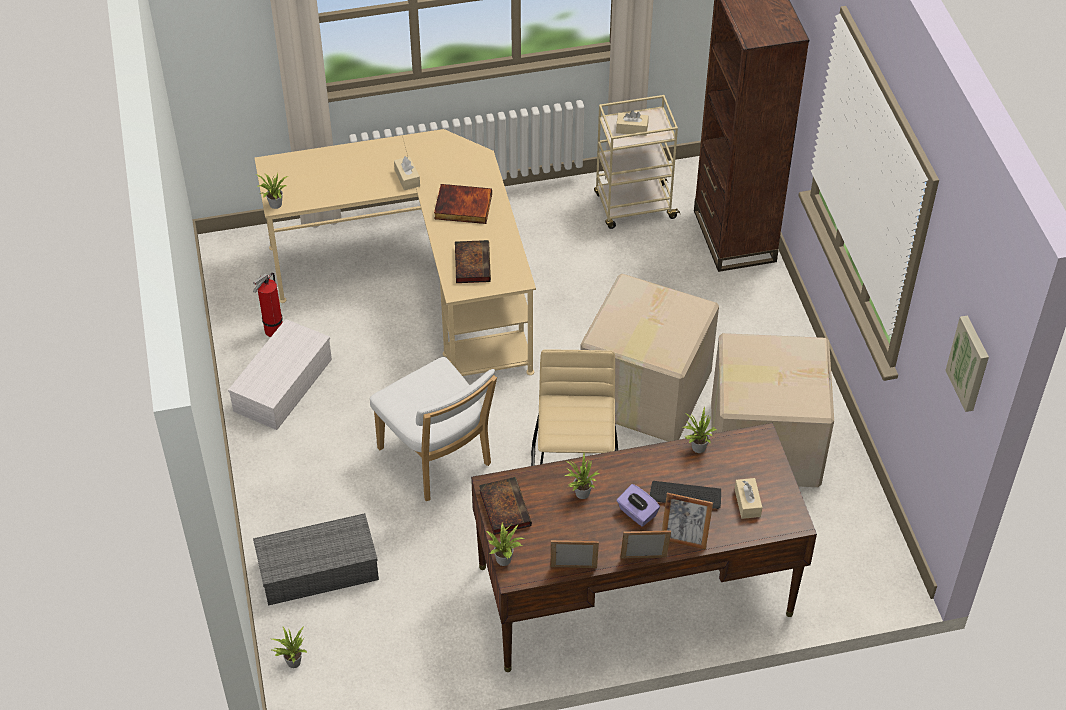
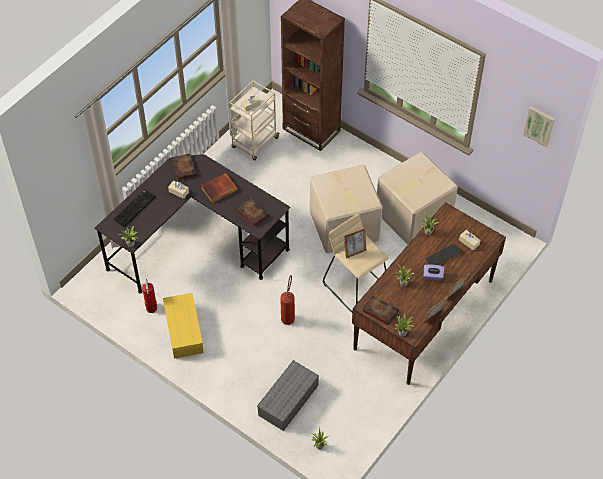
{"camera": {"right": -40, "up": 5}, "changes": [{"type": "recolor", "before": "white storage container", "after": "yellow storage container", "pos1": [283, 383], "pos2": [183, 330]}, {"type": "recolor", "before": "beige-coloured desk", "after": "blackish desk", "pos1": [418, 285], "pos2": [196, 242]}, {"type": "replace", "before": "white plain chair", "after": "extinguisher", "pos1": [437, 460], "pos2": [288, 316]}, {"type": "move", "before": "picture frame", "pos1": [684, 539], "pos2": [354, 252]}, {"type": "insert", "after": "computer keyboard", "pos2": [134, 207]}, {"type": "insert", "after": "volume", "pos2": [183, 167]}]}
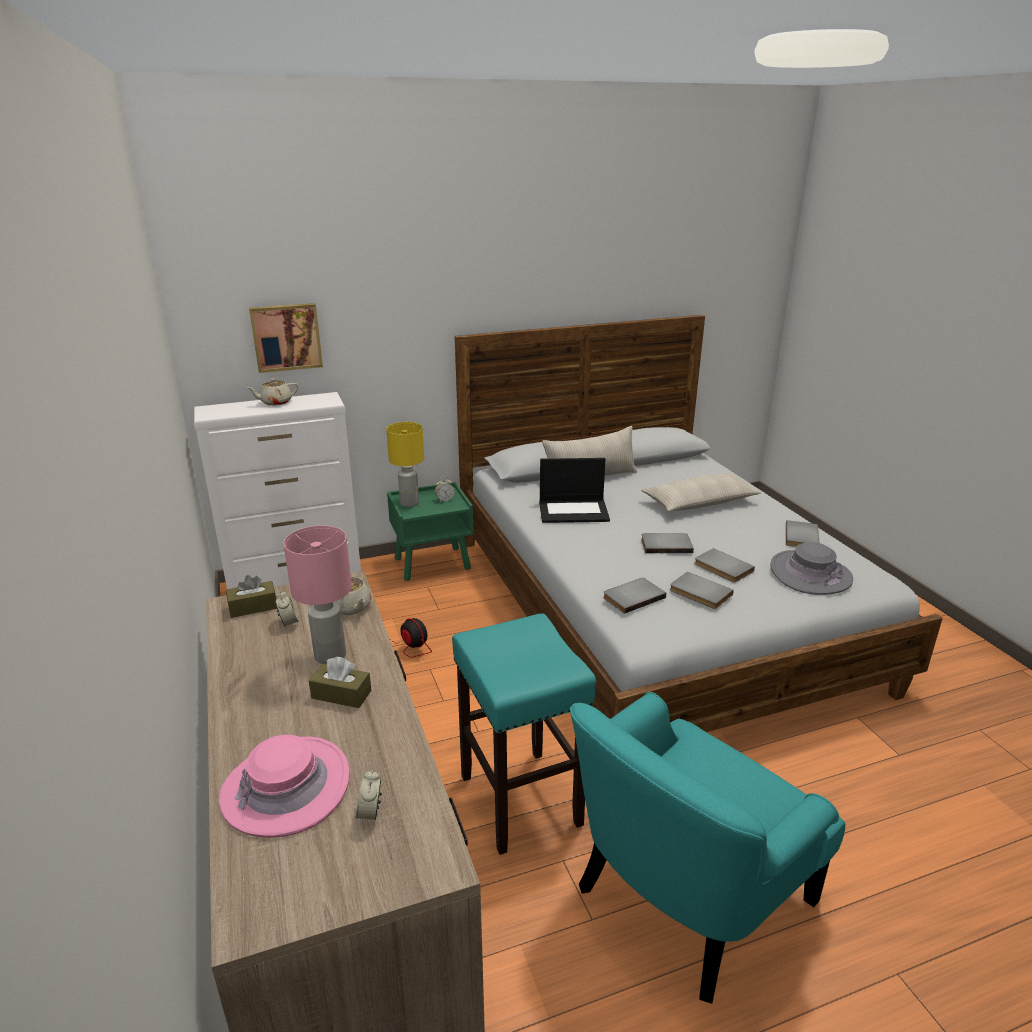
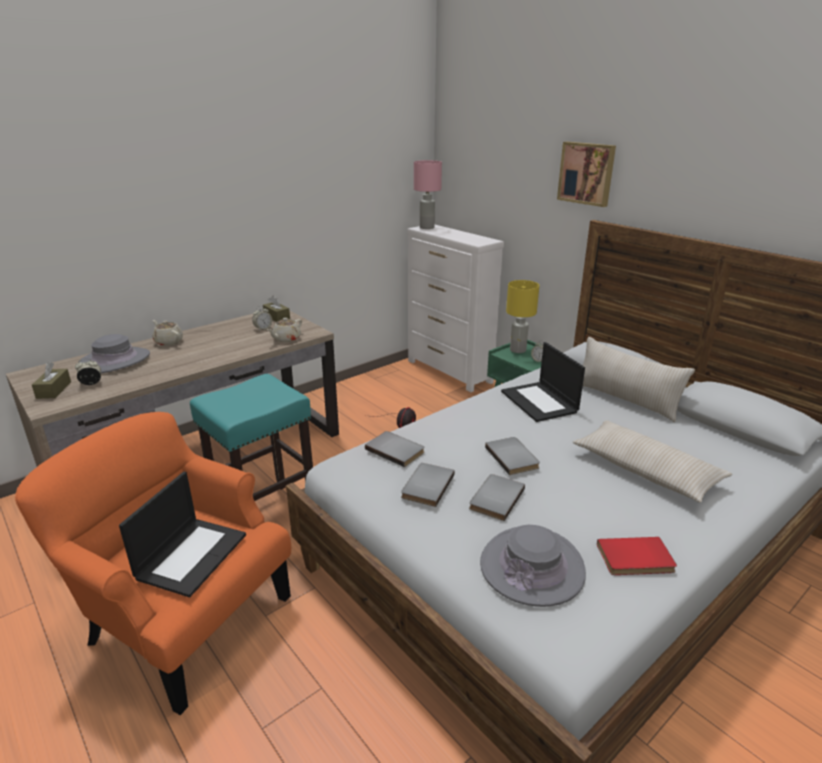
{"camera": {"right": 70, "up": 0}, "changes": [{"type": "recolor", "before": "pink-coloured hat", "after": "greyish hat", "pos1": [286, 787], "pos2": [115, 361]}, {"type": "move", "before": "beige-coloured teapot", "pos1": [275, 402], "pos2": [168, 342]}, {"type": "move", "before": "picture", "pos1": [286, 337], "pos2": [587, 173]}, {"type": "move", "before": "pink-coloured lamp for a table", "pos1": [330, 656], "pos2": [426, 227]}, {"type": "move", "before": "brown tissue holder", "pos1": [341, 694], "pos2": [54, 390]}, {"type": "recolor", "before": "blue-green armchair", "after": "orange-coloured armchair", "pos1": [687, 894], "pos2": [184, 620]}, {"type": "recolor", "before": "greyish volume", "after": "red-coloured volume", "pos1": [803, 537], "pos2": [636, 560]}, {"type": "insert", "after": "notebook computer", "pos2": [192, 555]}]}
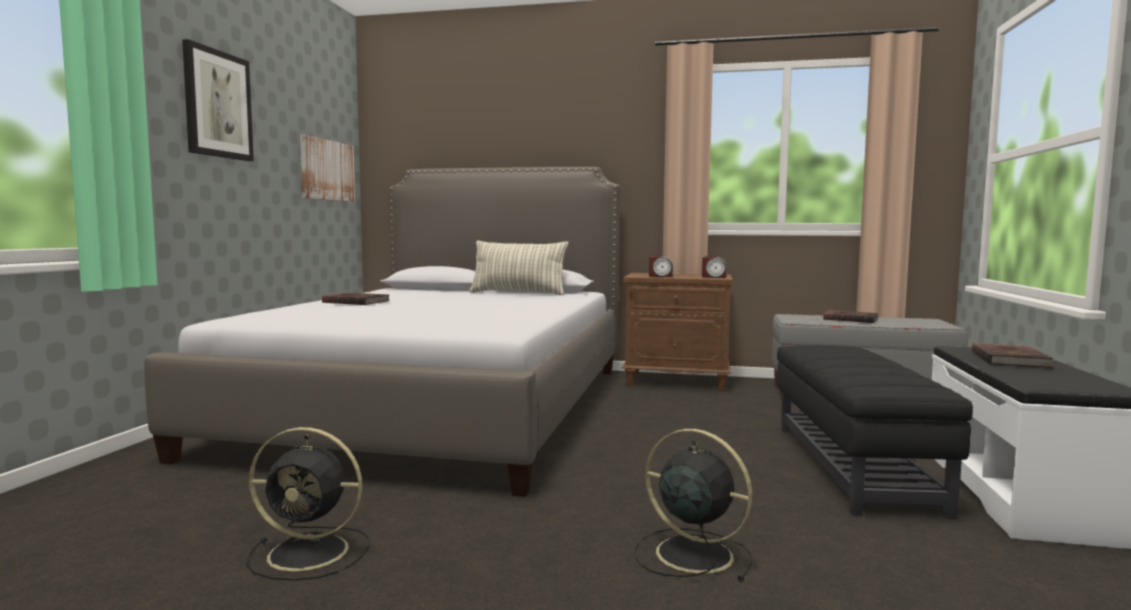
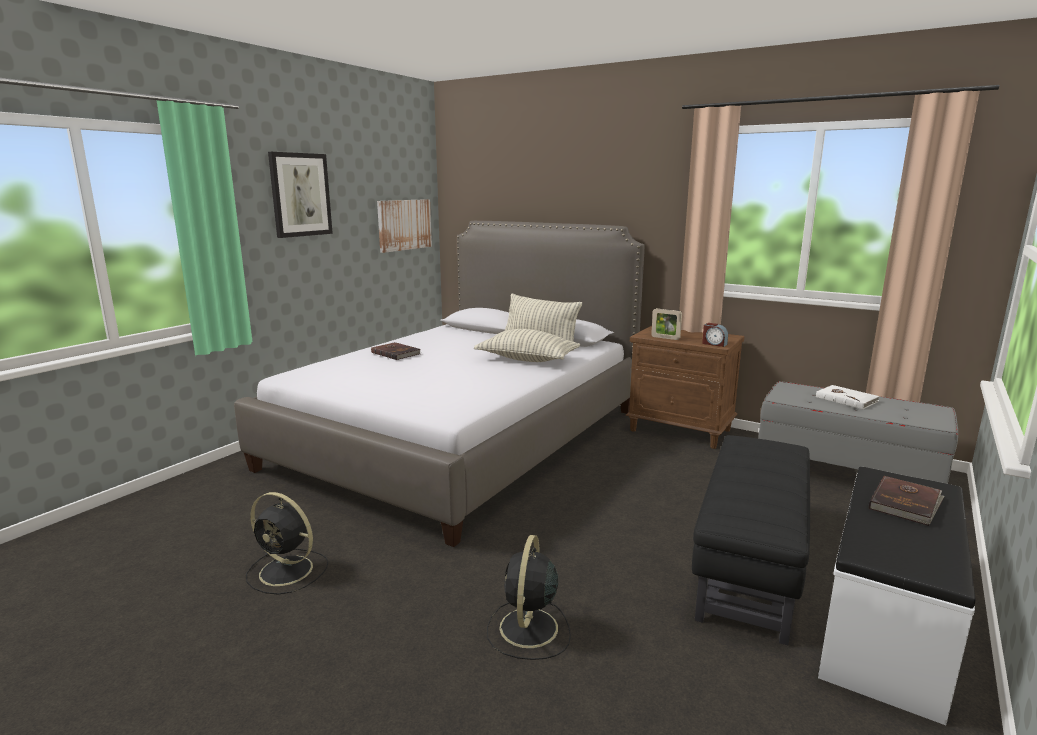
{"camera": {"right": 20, "up": 10}, "changes": [{"type": "rotate", "before": "blackish fan", "pos1": [690, 553], "pos2": [528, 630], "turn": -135}, {"type": "replace", "before": "table clock", "after": "picture frame", "pos1": [660, 276], "pos2": [665, 338]}, {"type": "recolor", "before": "brown volume", "after": "white volume", "pos1": [850, 319], "pos2": [846, 399]}, {"type": "insert", "after": "cushion", "pos2": [527, 360]}]}
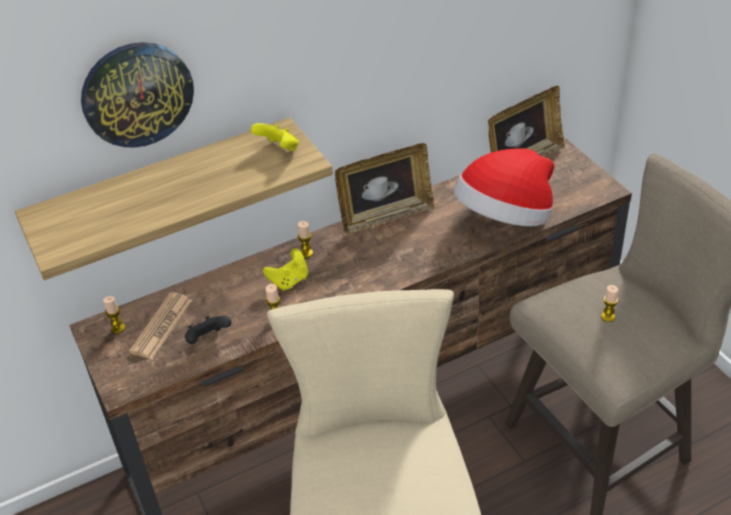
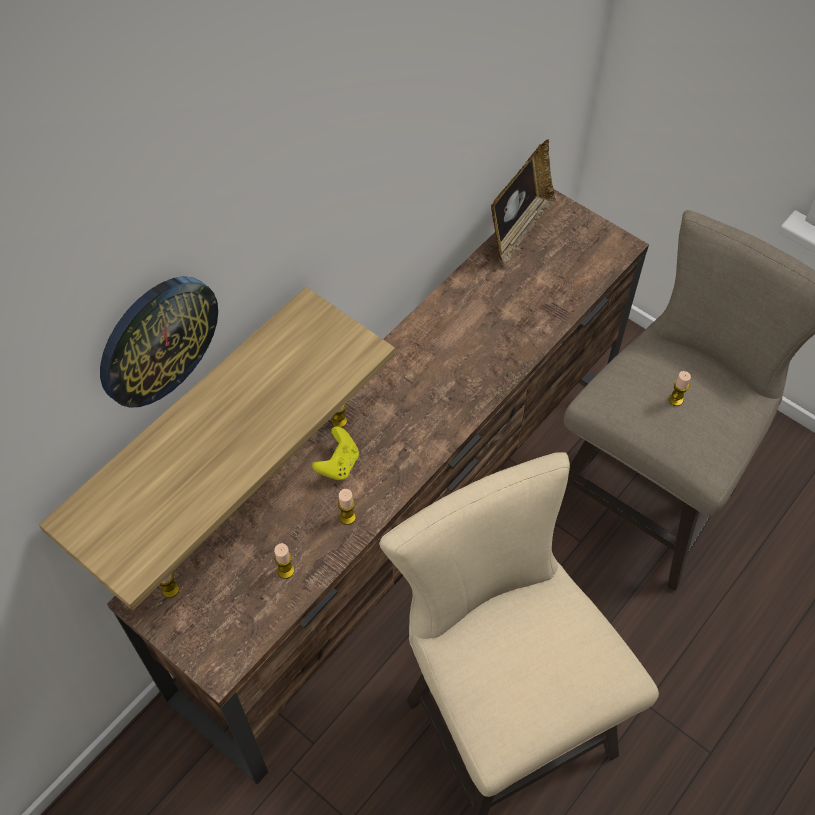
{"camera": {"right": -25, "up": 15}, "changes": [{"type": "delete", "before": "printed paper", "pos1": [161, 326]}, {"type": "replace", "before": "blackish gamepad", "after": "candle", "pos1": [208, 339], "pos2": [286, 571]}, {"type": "delete", "before": "yellow gamepad", "pos1": [279, 149]}, {"type": "delete", "before": "picture frame", "pos1": [385, 216]}, {"type": "delete", "before": "hat", "pos1": [505, 219]}]}
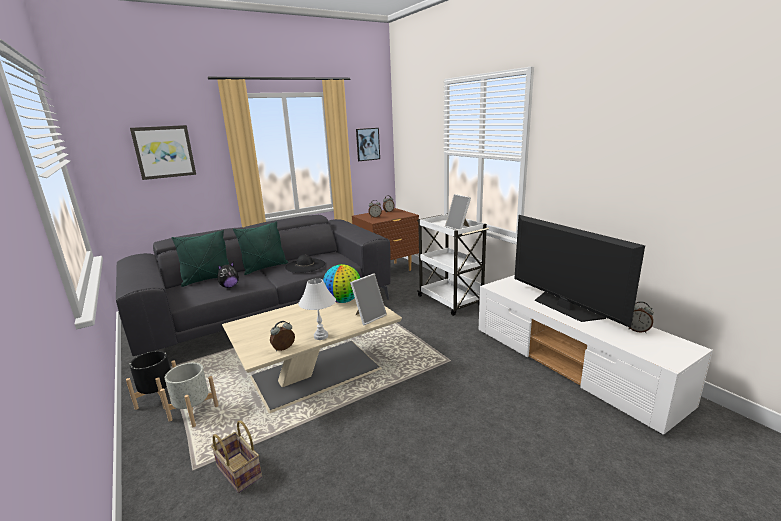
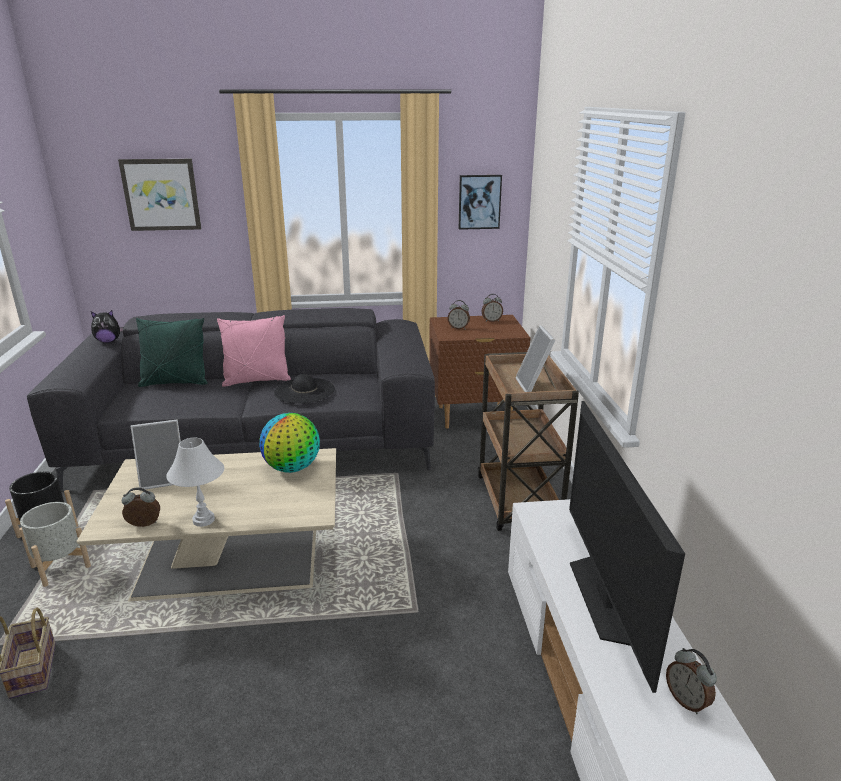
{"camera": {"right": 25, "up": 5}, "changes": [{"type": "move", "before": "cuddly toy", "pos1": [229, 286], "pos2": [108, 341]}, {"type": "recolor", "before": "green-coloured cushion", "after": "pink-coloured cushion", "pos1": [264, 268], "pos2": [257, 380]}, {"type": "move", "before": "picture frame", "pos1": [369, 317], "pos2": [164, 479]}, {"type": "recolor", "before": "white trolley", "after": "brown trolley", "pos1": [450, 301], "pos2": [518, 502]}]}
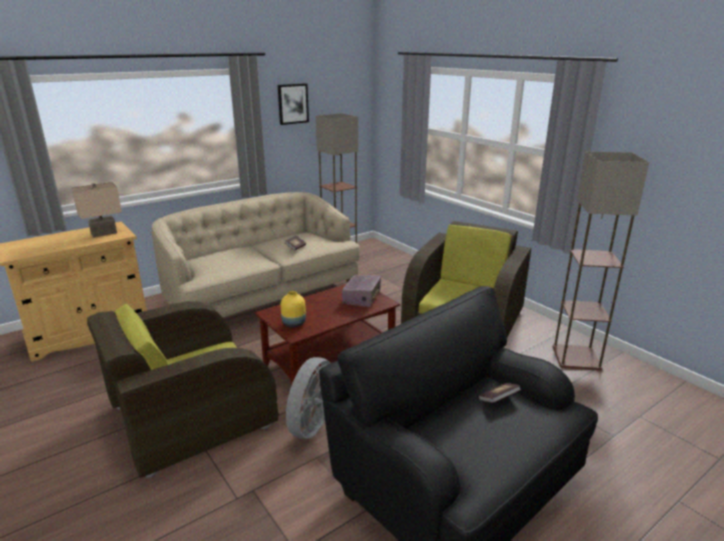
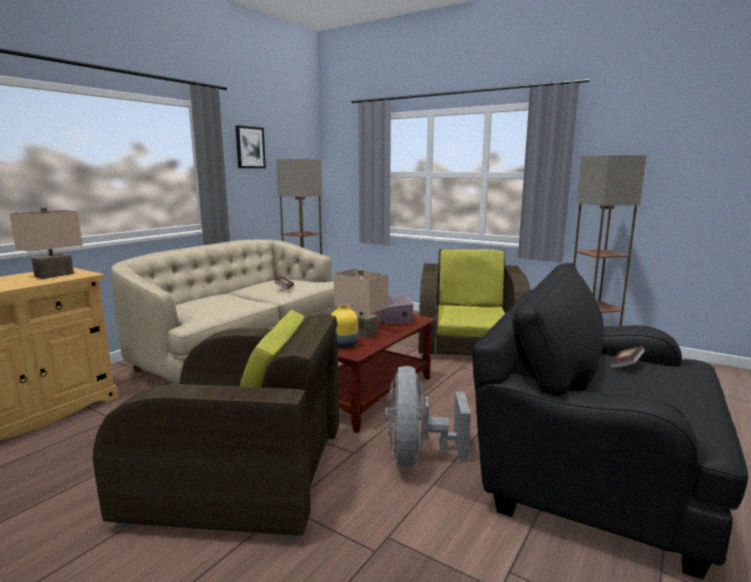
{"camera": {"right": -20, "up": -10}, "changes": [{"type": "rotate", "before": "brown armchair", "pos1": [190, 416], "pos2": [241, 478], "turn": -120}, {"type": "insert", "after": "beige-coloured lamp for a table", "pos2": [362, 332]}]}
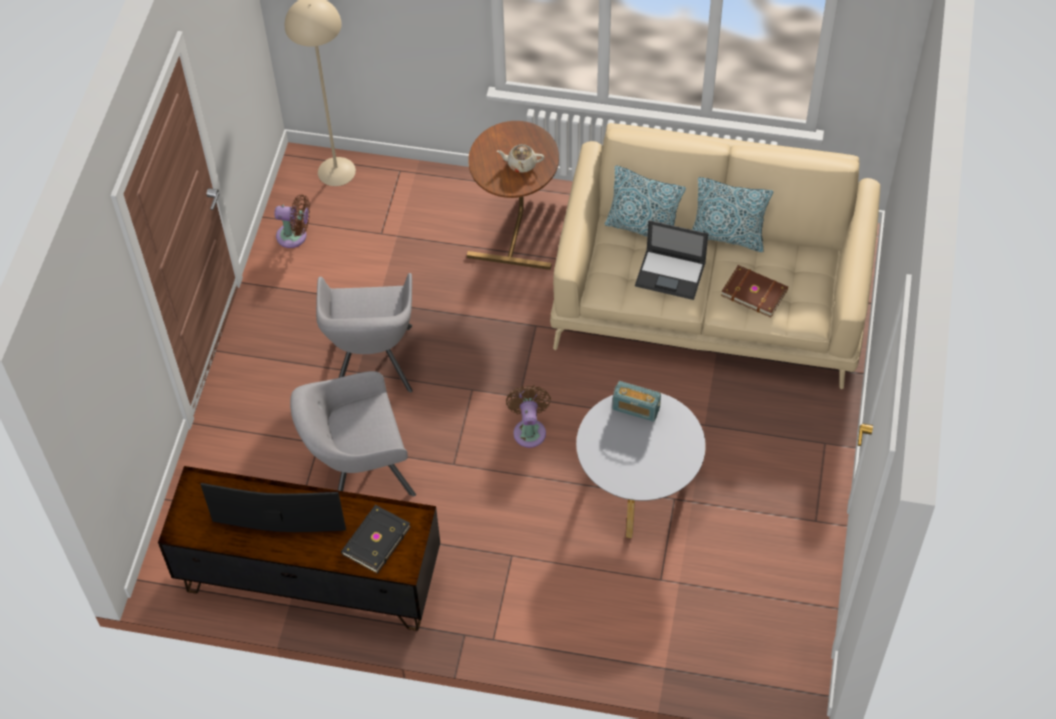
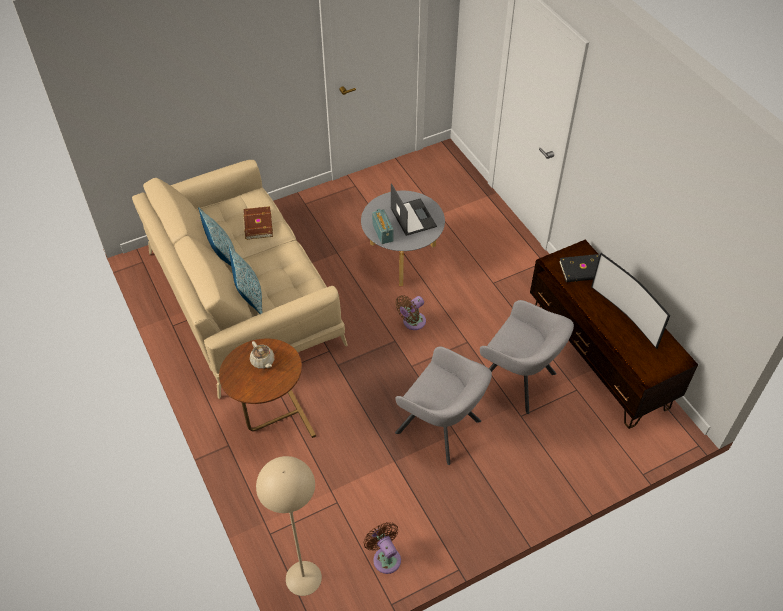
{"camera": {"right": -130, "up": -5}, "changes": [{"type": "rotate", "before": "greyish armchair", "pos1": [373, 364], "pos2": [442, 429], "turn": 75}, {"type": "move", "before": "notebook computer", "pos1": [671, 274], "pos2": [412, 217]}]}
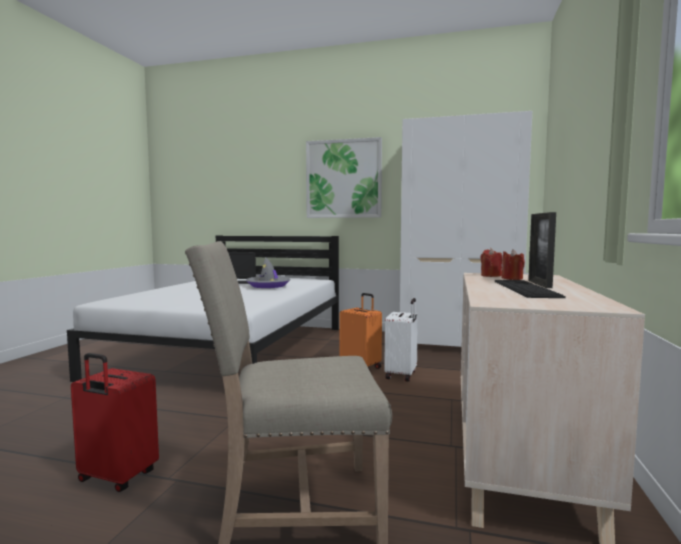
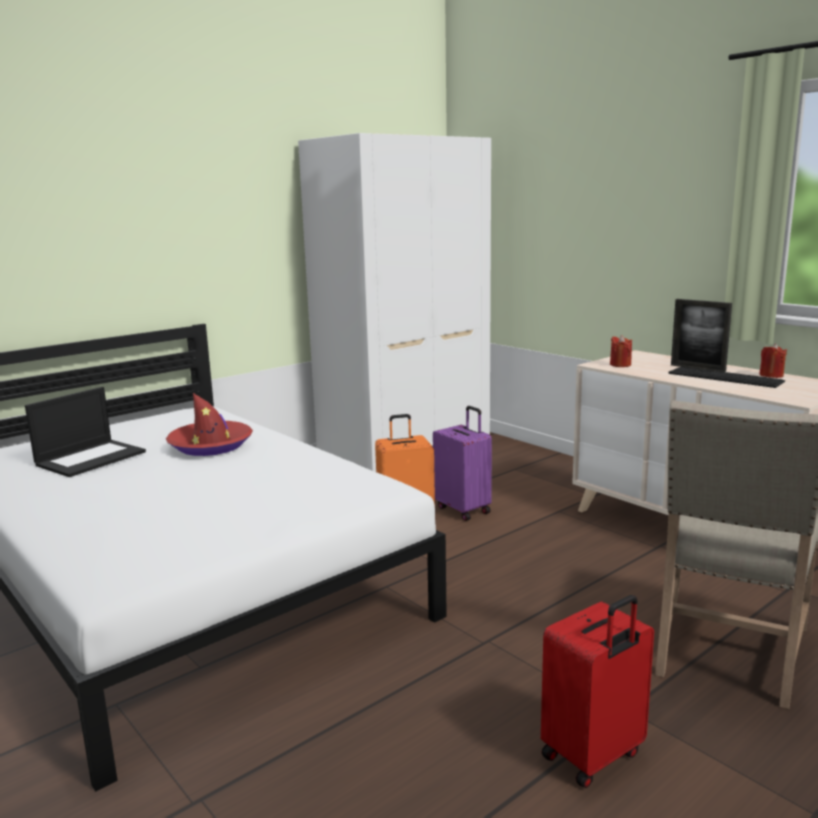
{"camera": {"right": -55, "up": 10}, "changes": [{"type": "recolor", "before": "greyish hat", "after": "red-coloured hat", "pos1": [268, 286], "pos2": [211, 445]}, {"type": "delete", "before": "picture", "pos1": [343, 179]}, {"type": "recolor", "before": "white travel case", "after": "purple travel case", "pos1": [402, 375], "pos2": [464, 509]}, {"type": "move", "before": "red-coloured candle", "pos1": [512, 278], "pos2": [771, 375]}]}
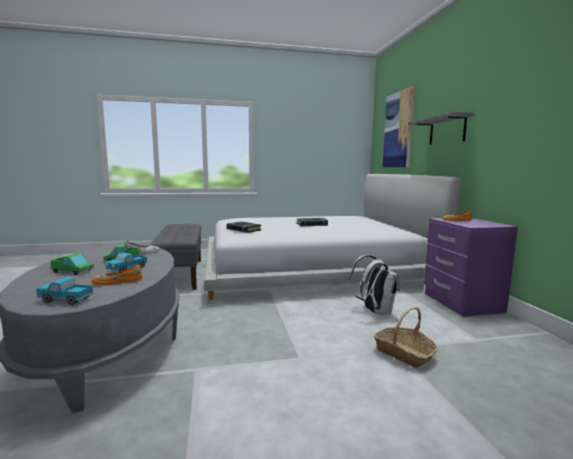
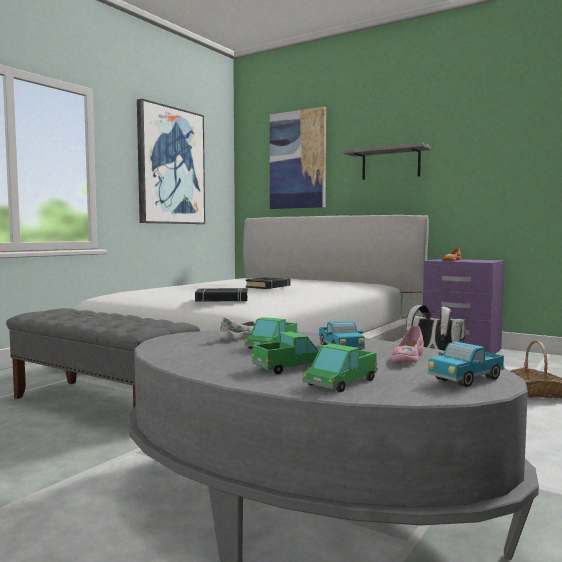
{"camera": {"right": -45, "up": -5}, "changes": [{"type": "recolor", "before": "orange-coloured low shoe", "after": "pink-coloured low shoe", "pos1": [118, 282], "pos2": [407, 357]}, {"type": "insert", "after": "picture", "pos2": [170, 166]}, {"type": "insert", "after": "toy lorry", "pos2": [341, 382]}]}
